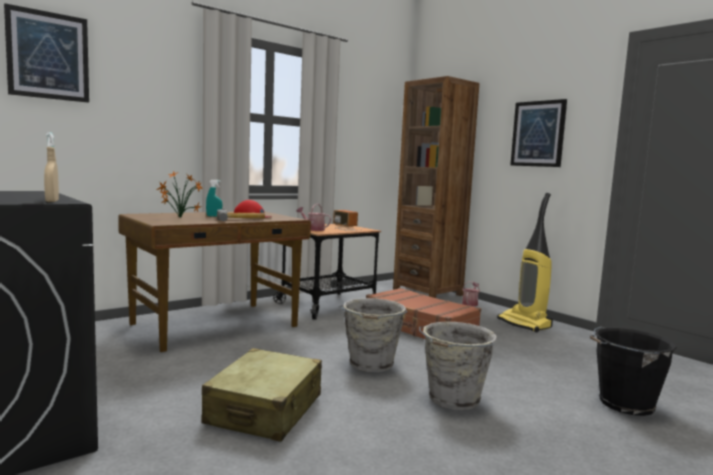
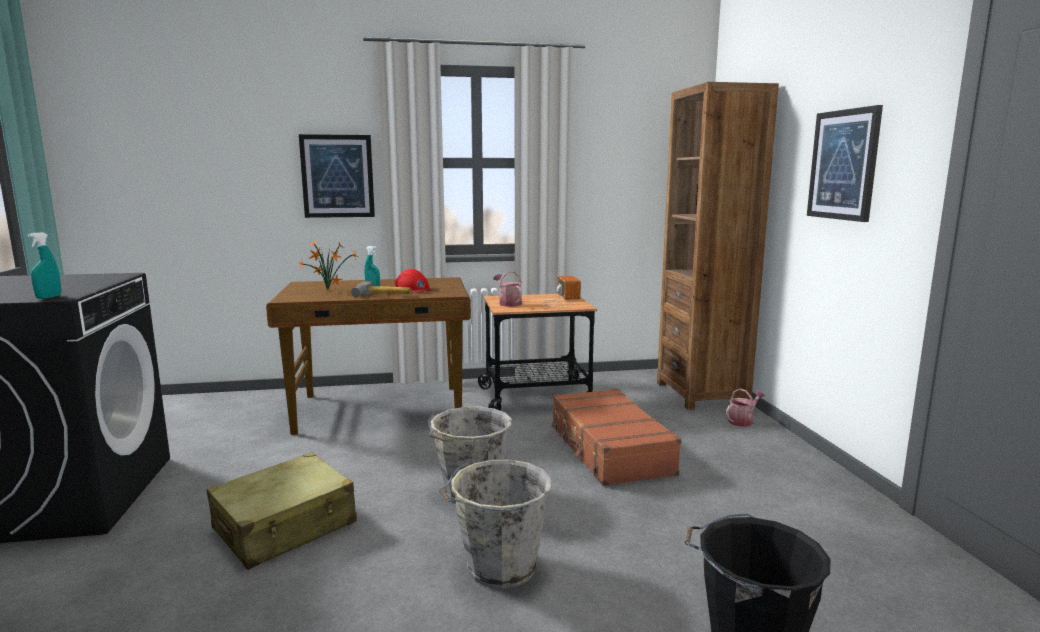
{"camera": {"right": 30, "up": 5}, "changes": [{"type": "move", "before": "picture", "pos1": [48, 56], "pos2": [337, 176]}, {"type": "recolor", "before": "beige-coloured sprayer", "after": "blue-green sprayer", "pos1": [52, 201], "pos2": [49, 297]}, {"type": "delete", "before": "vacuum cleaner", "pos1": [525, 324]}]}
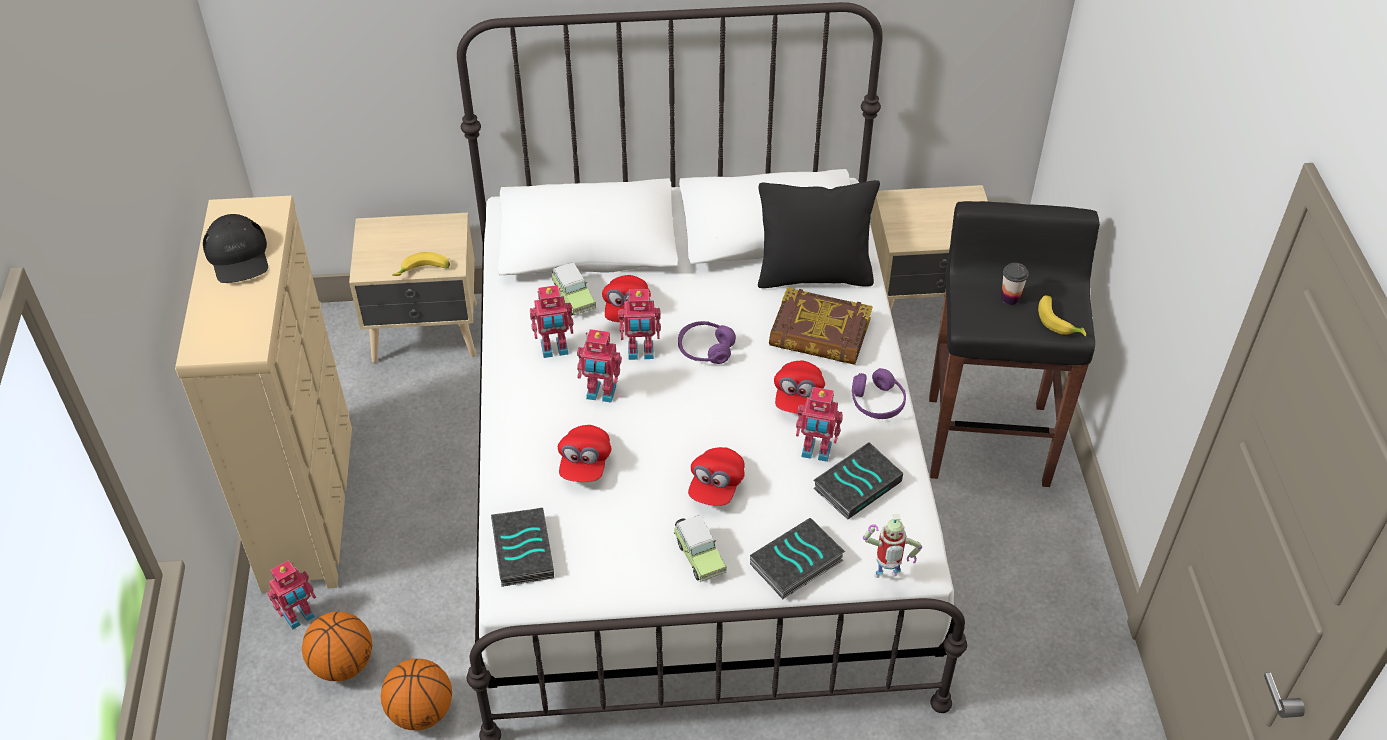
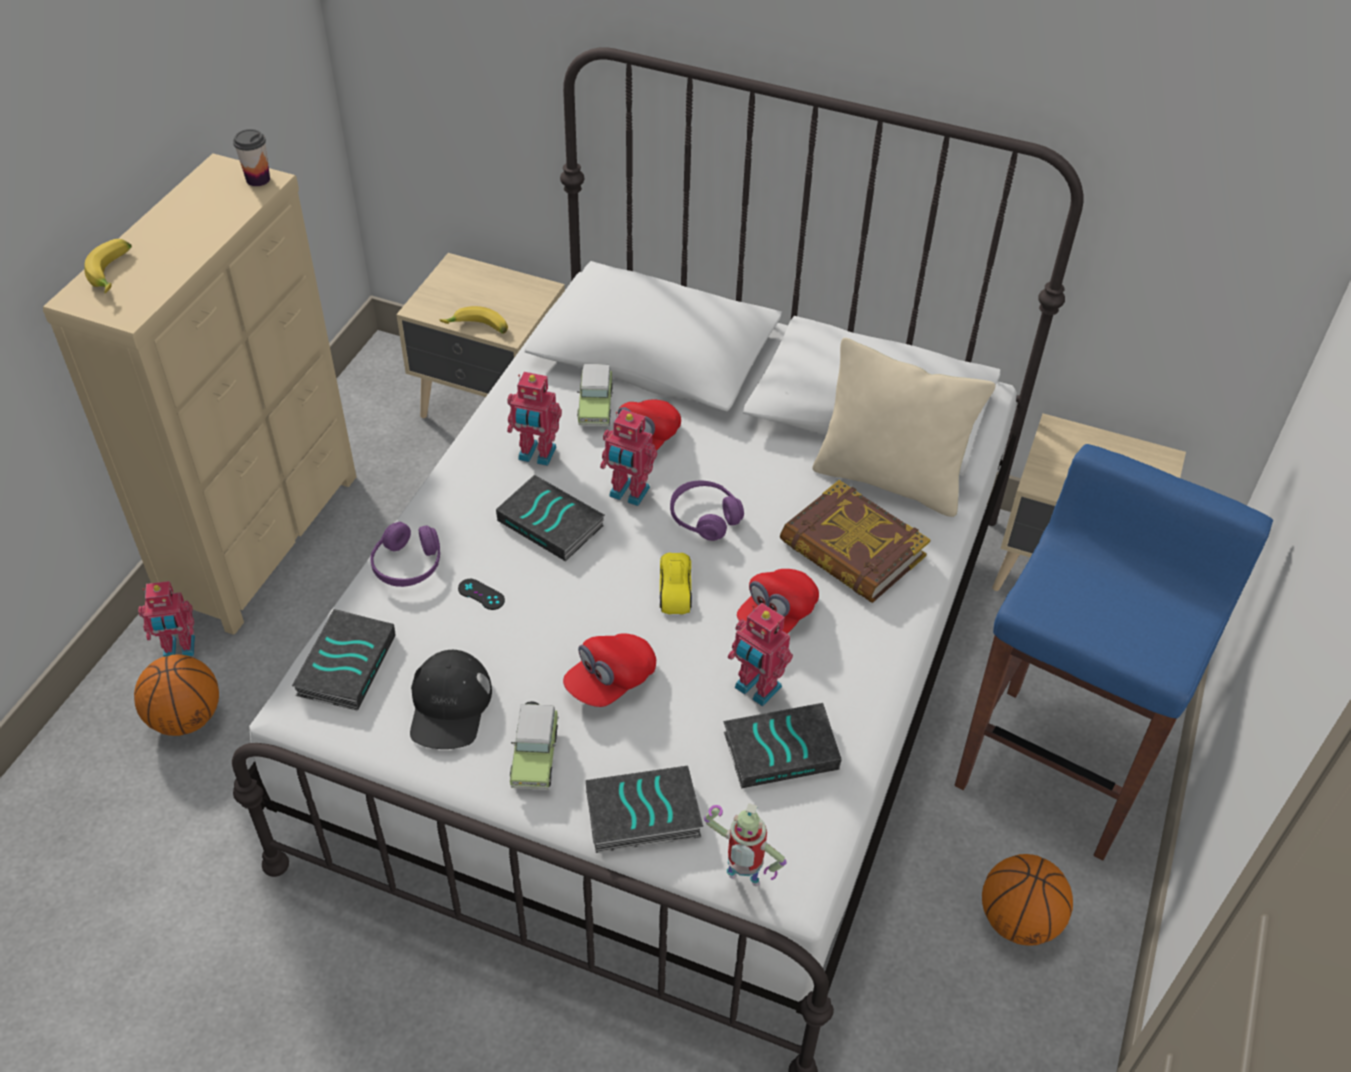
{"camera": {"right": 25, "up": 0}, "changes": [{"type": "move", "before": "blackish cap", "pos1": [238, 256], "pos2": [449, 706]}, {"type": "move", "before": "basketball ball", "pos1": [421, 712], "pos2": [1018, 920]}, {"type": "replace", "before": "red-coloured cap", "after": "blackish gamepad", "pos1": [585, 464], "pos2": [481, 594]}, {"type": "replace", "before": "toy robot", "after": "volume", "pos1": [600, 394], "pos2": [552, 523]}, {"type": "recolor", "before": "blackish cushion", "after": "beige-coloured cushion", "pos1": [814, 275], "pos2": [890, 480]}, {"type": "move", "before": "purple headset", "pos1": [877, 402], "pos2": [407, 565]}, {"type": "recolor", "before": "blackish stool seat", "after": "blue stool seat", "pos1": [988, 438], "pos2": [1056, 767]}, {"type": "move", "before": "cup", "pos1": [1010, 298], "pos2": [258, 179]}, {"type": "move", "before": "banana fruit", "pos1": [1059, 321], "pos2": [114, 274]}, {"type": "insert", "after": "yellow model car", "pos2": [675, 588]}]}
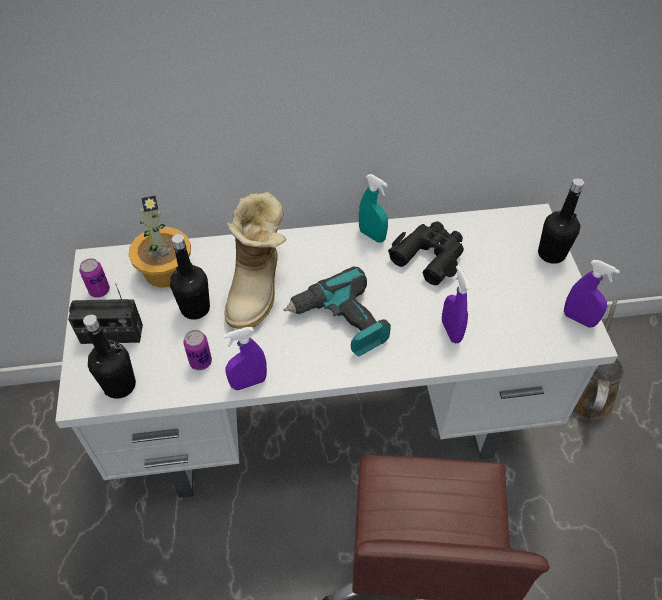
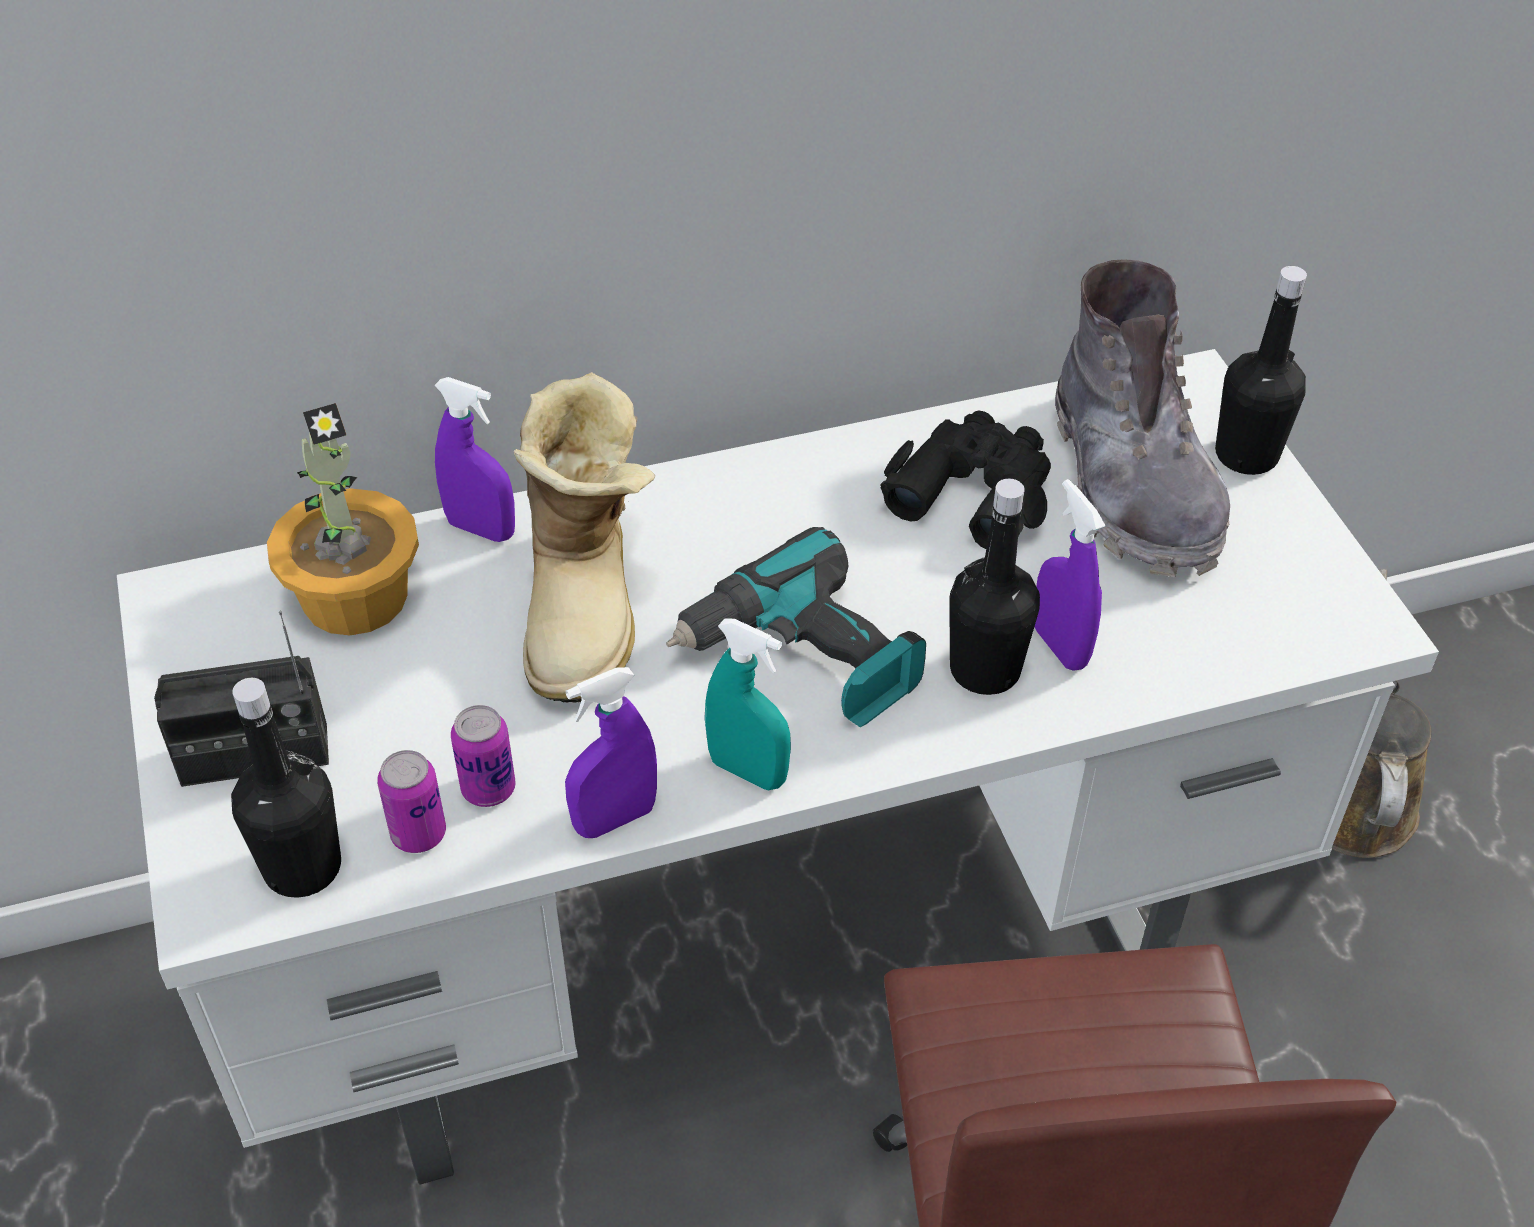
{"camera": {"right": -10, "up": -5}, "changes": [{"type": "move", "before": "metal can", "pos1": [99, 290], "pos2": [418, 834]}, {"type": "move", "before": "blackish bottle", "pos1": [195, 308], "pos2": [985, 670]}, {"type": "move", "before": "blue-green sprayer", "pos1": [372, 235], "pos2": [747, 771]}, {"type": "move", "before": "purple sprayer", "pos1": [579, 319], "pos2": [481, 529]}, {"type": "insert", "after": "greyish boot", "pos2": [1131, 485]}]}
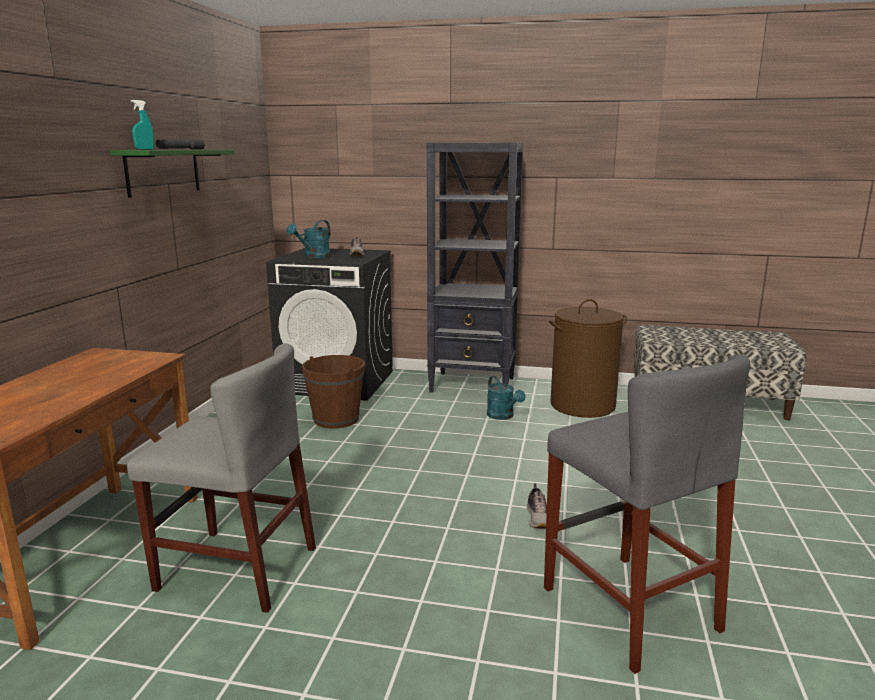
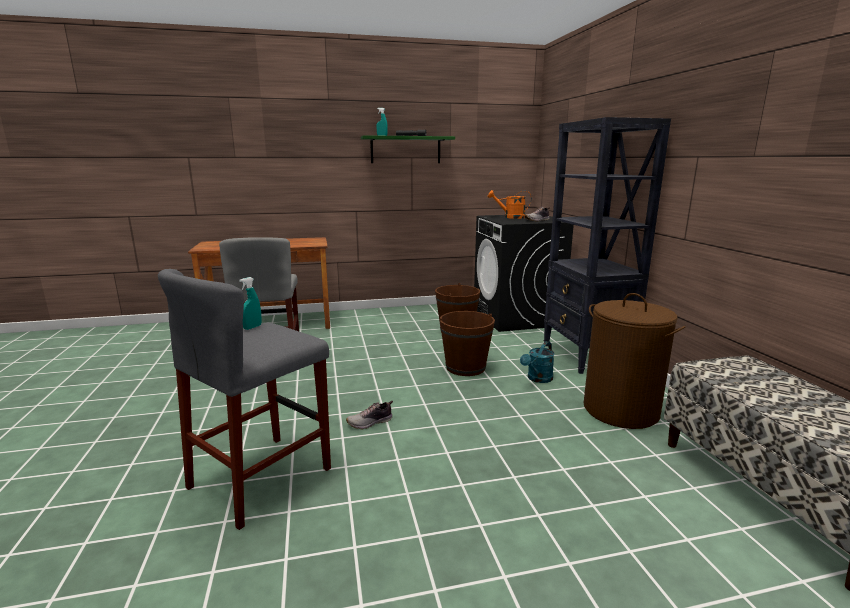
{"camera": {"right": 65, "up": 0}, "changes": [{"type": "recolor", "before": "blue-green sprinkling can", "after": "orange-coloured sprinkling can", "pos1": [314, 256], "pos2": [510, 217]}, {"type": "insert", "after": "blue-green sprayer", "pos2": [252, 327]}, {"type": "insert", "after": "brown bucket", "pos2": [465, 367]}]}
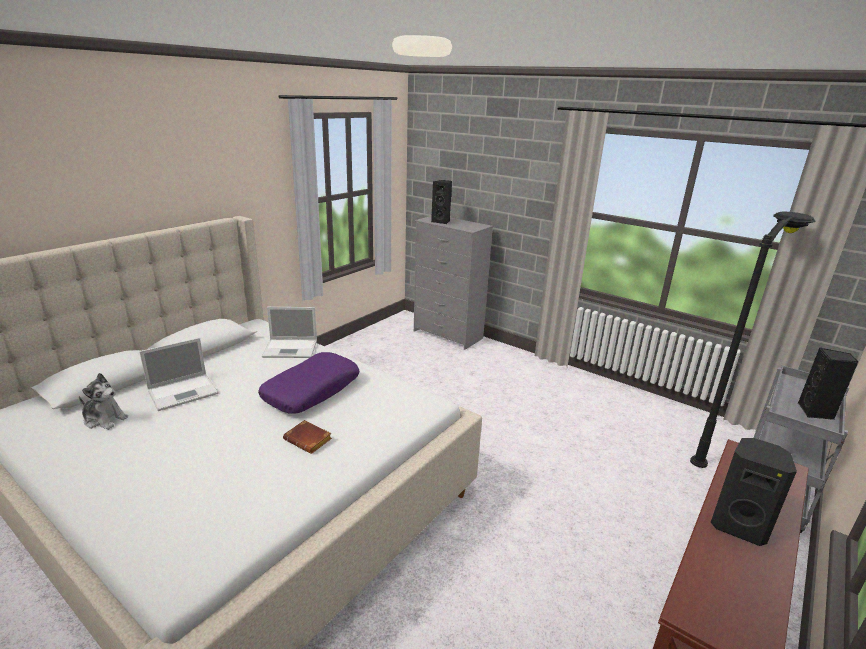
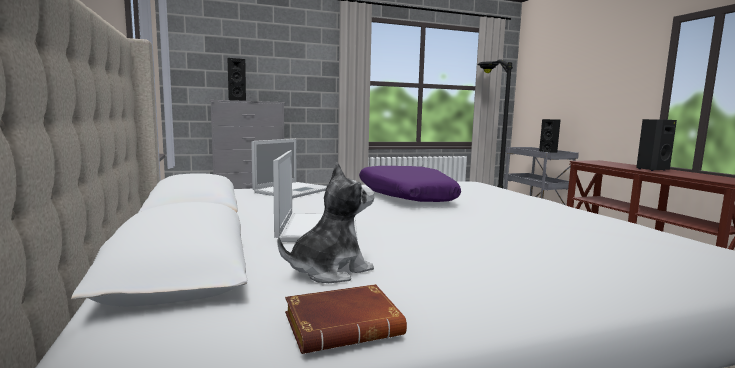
{"camera": {"right": -55, "up": -15}, "changes": [{"type": "move", "before": "brown volume", "pos1": [309, 440], "pos2": [345, 325]}]}
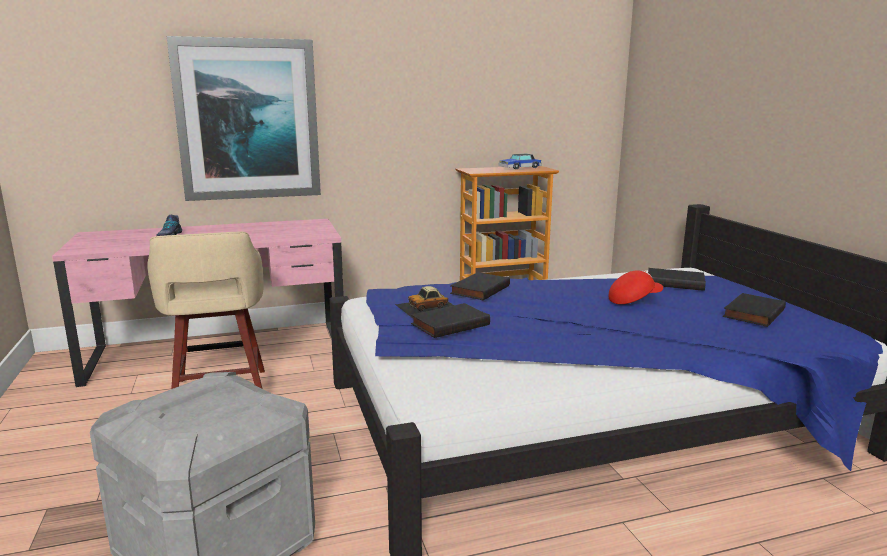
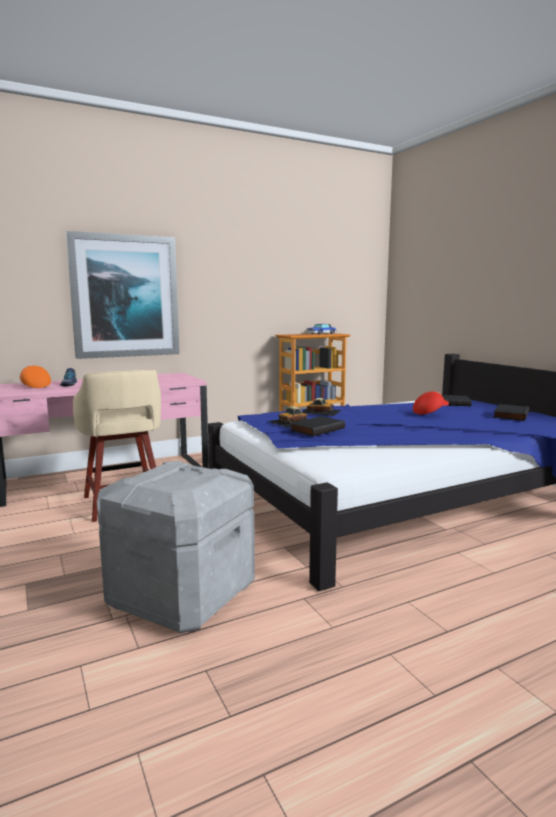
{"camera": {"right": -10, "up": -5}, "changes": [{"type": "replace", "before": "blackish volume", "after": "model car", "pos1": [479, 289], "pos2": [320, 411]}, {"type": "insert", "after": "orange-coloured cap", "pos2": [34, 386]}]}
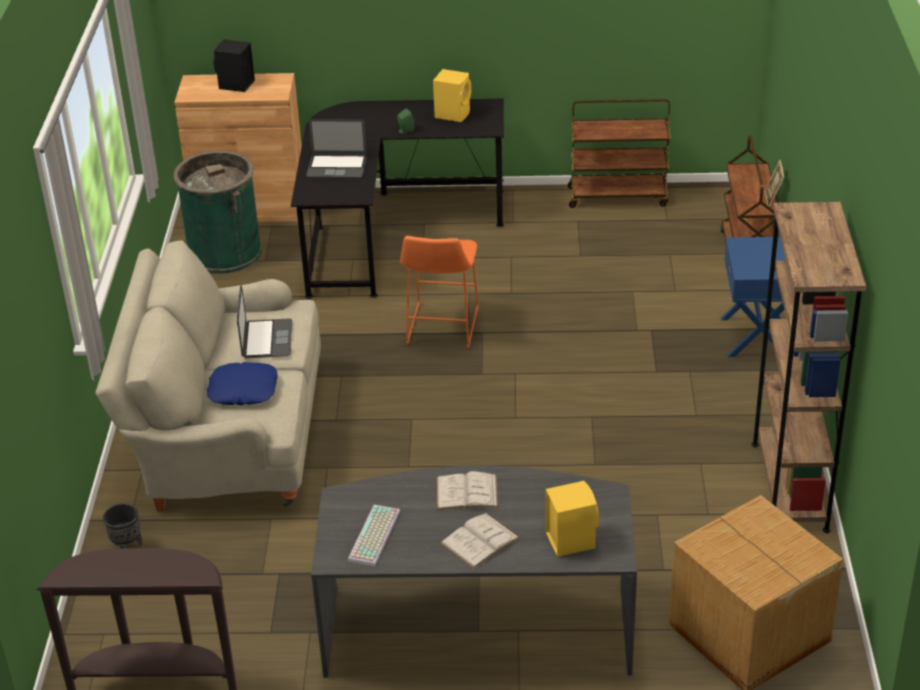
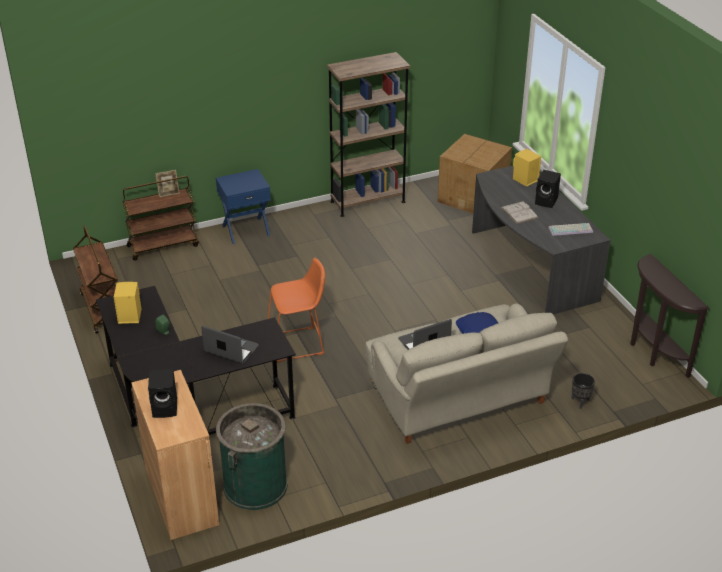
{"camera": {"right": -115, "up": 0}, "changes": [{"type": "rotate", "before": "notebook computer", "pos1": [337, 166], "pos2": [231, 349], "turn": -45}, {"type": "replace", "before": "white volume", "after": "blackish speaker", "pos1": [480, 541], "pos2": [547, 201]}]}
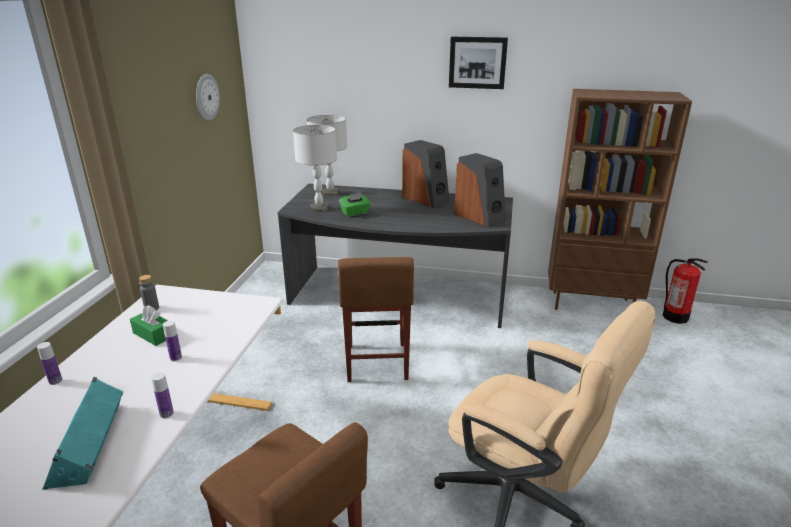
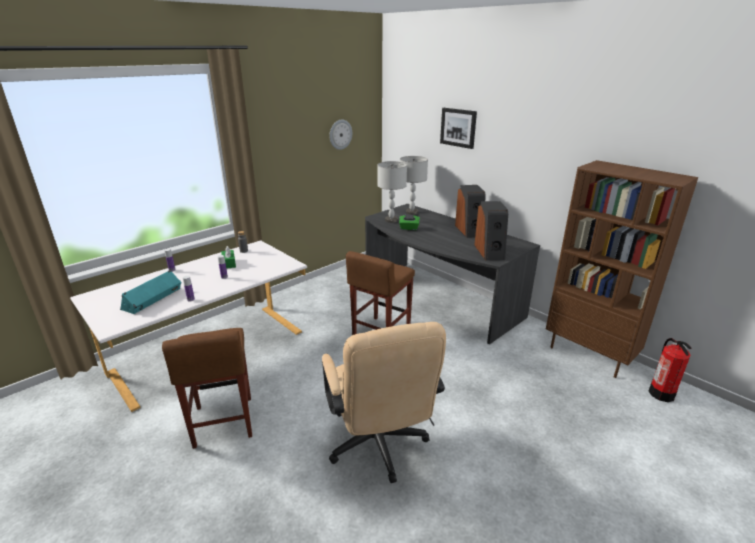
{"camera": {"right": 35, "up": 0}, "changes": [{"type": "move", "before": "picture", "pos1": [477, 62], "pos2": [458, 127]}]}
